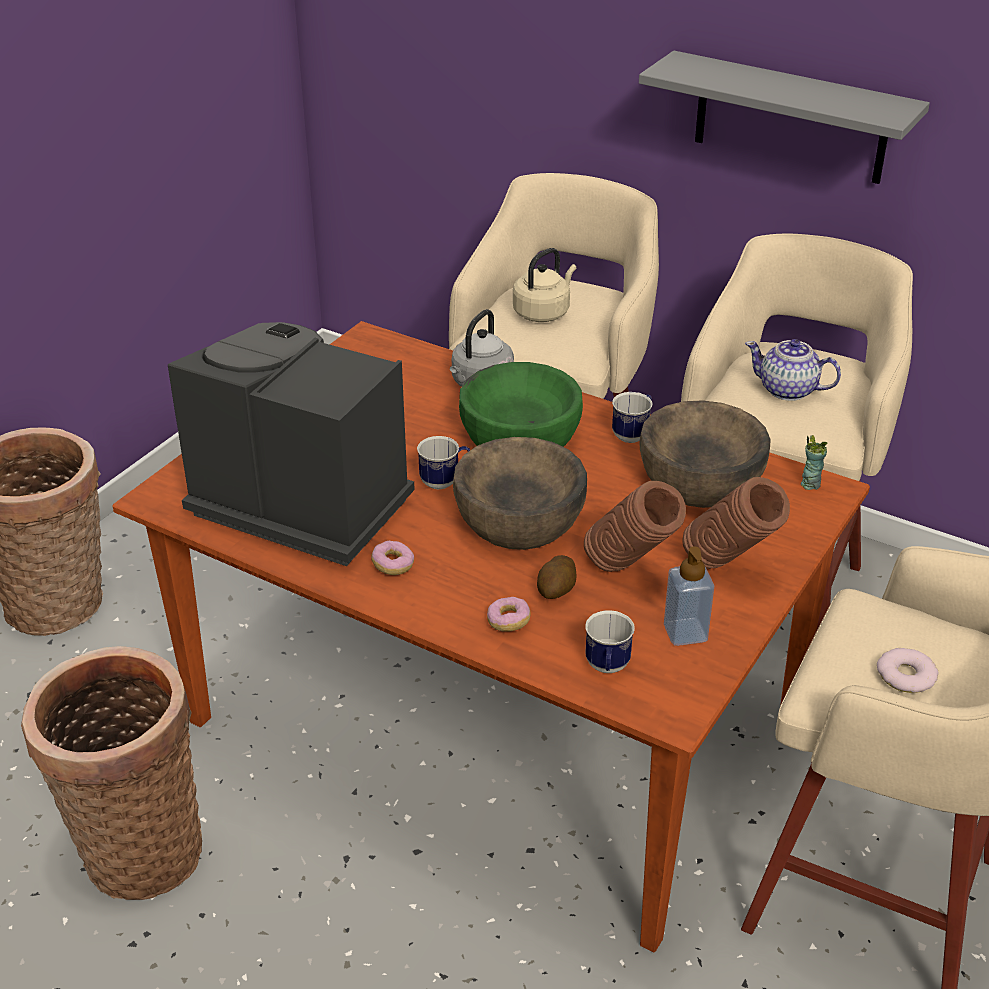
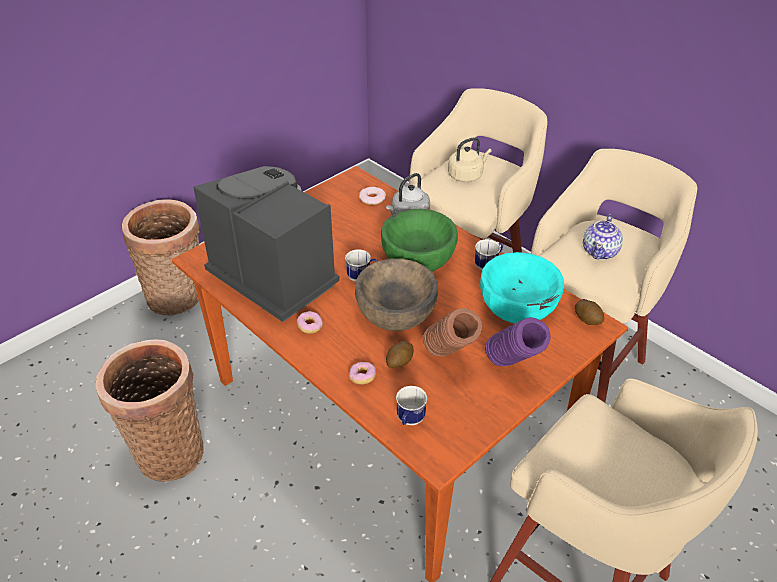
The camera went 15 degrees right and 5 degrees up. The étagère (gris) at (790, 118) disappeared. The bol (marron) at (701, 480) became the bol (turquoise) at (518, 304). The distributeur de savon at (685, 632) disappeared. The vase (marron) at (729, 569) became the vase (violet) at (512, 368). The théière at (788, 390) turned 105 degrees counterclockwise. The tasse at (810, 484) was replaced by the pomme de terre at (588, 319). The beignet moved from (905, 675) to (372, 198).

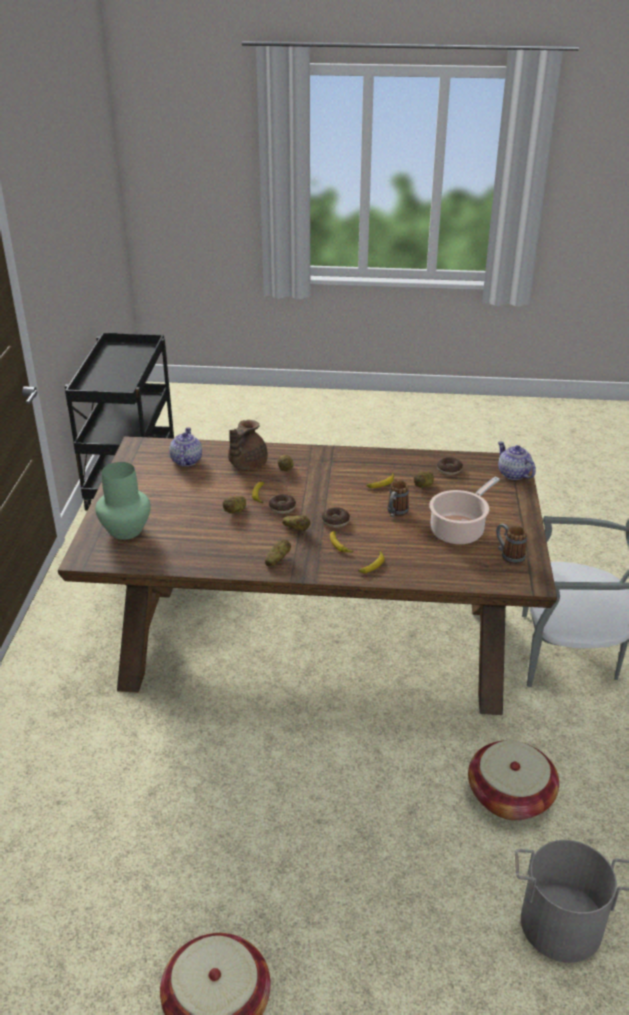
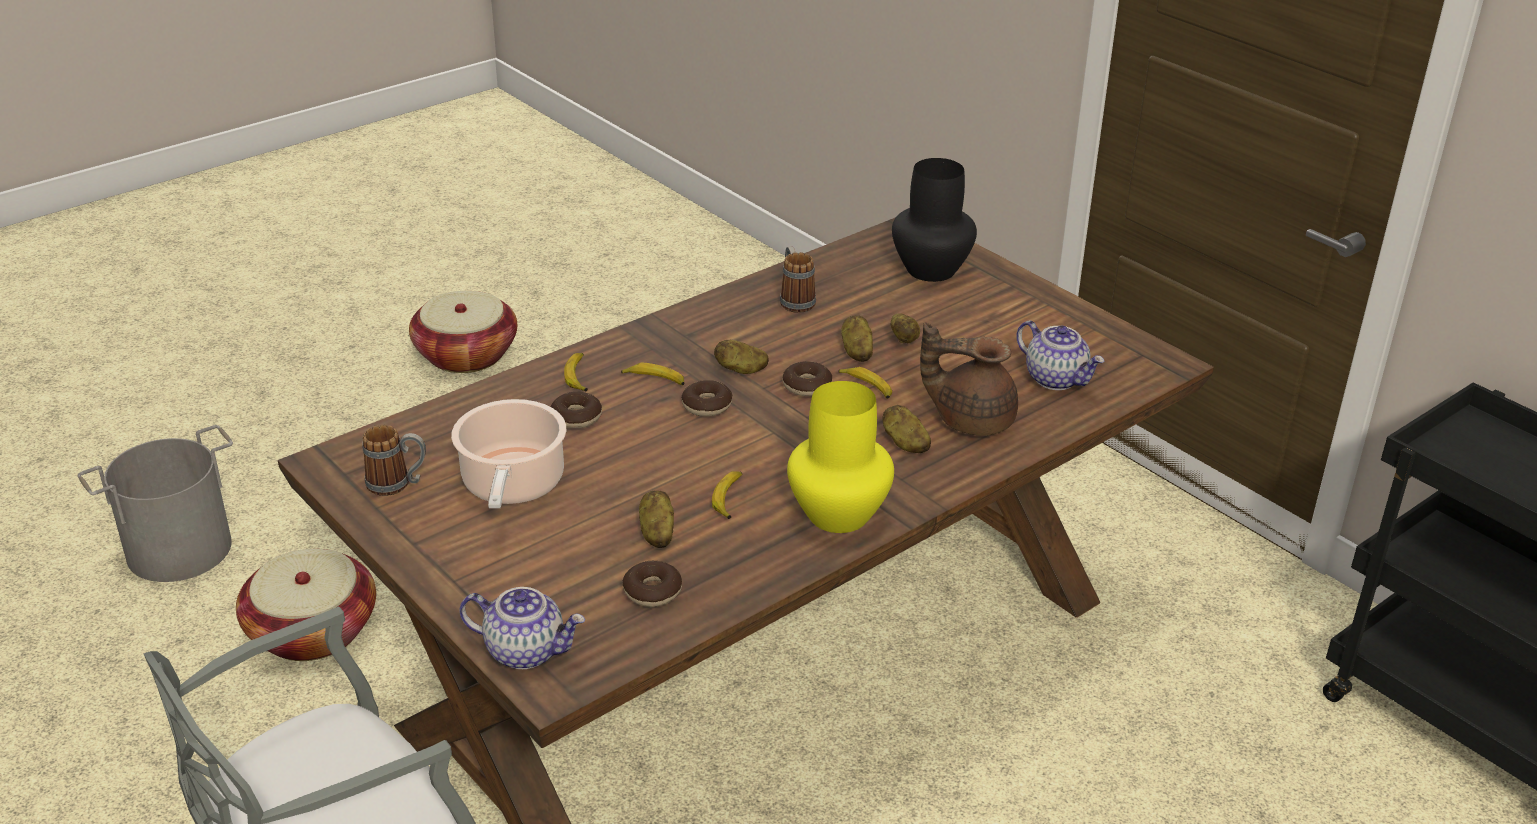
The camera went 135 degrees right and 0 degrees up. The vase (vert) at (126, 531) became the vase (noir) at (929, 269). The théière (marron) at (246, 464) turned 60 degrees counterclockwise. The pomme de terre moved from (277, 560) to (904, 339). The mug moved from (395, 513) to (795, 300). The beignet at (576, 417) appeared. The vase (jaune) at (836, 514) appeared.

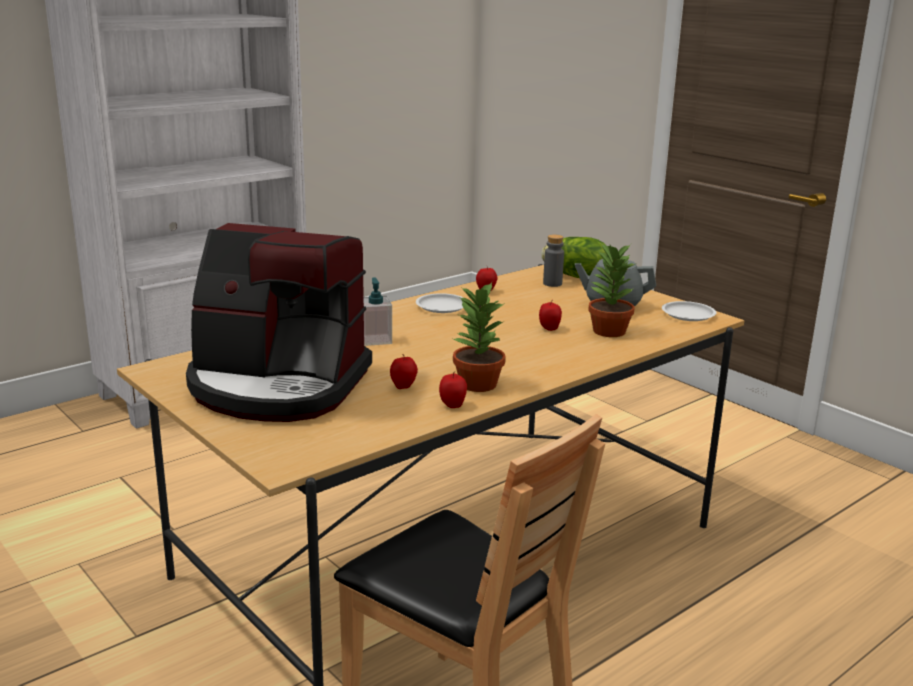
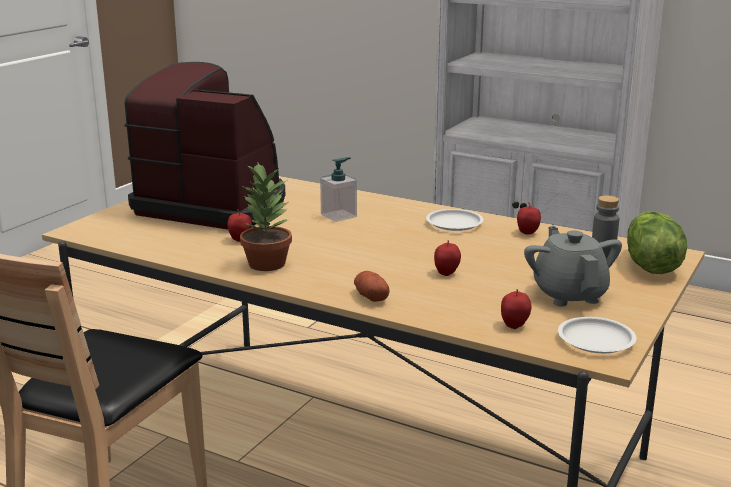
The camera went 70 degrees right and 0 degrees up. The machine à café at (278, 386) turned 120 degrees clockwise. The pomme moved from (452, 405) to (514, 325). The plante en pot at (608, 331) disappeared. The pomme de terre at (371, 297) appeared.

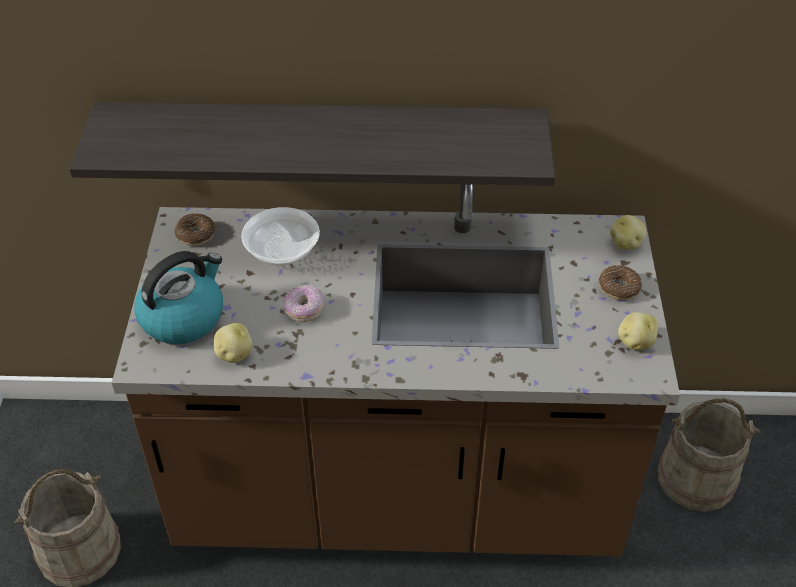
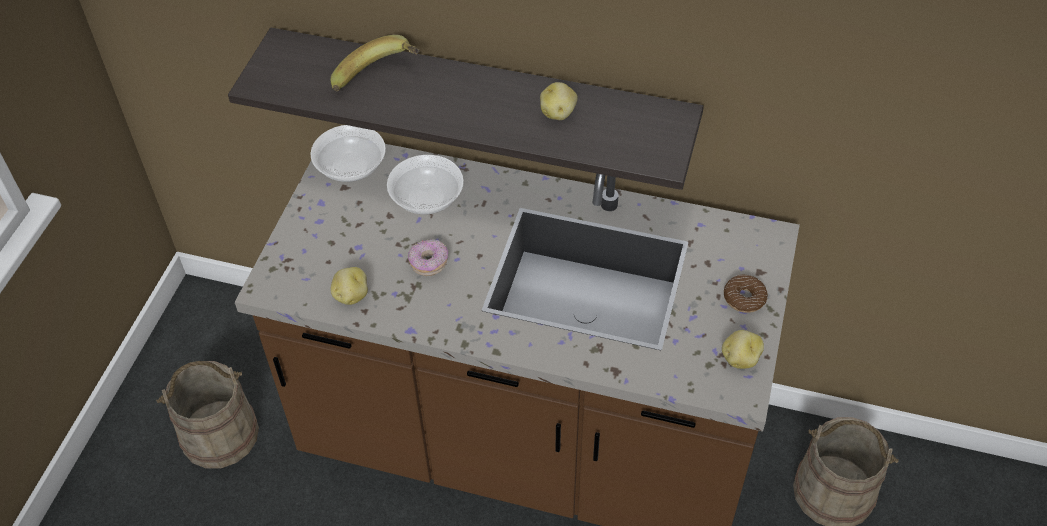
The camera went 15 degrees right and 5 degrees up. The bouilloire at (183, 317) disappeared. The beignet at (195, 235) was replaced by the bol at (351, 167). The pomme de terre moved from (626, 243) to (558, 113). The banane at (379, 81) appeared.

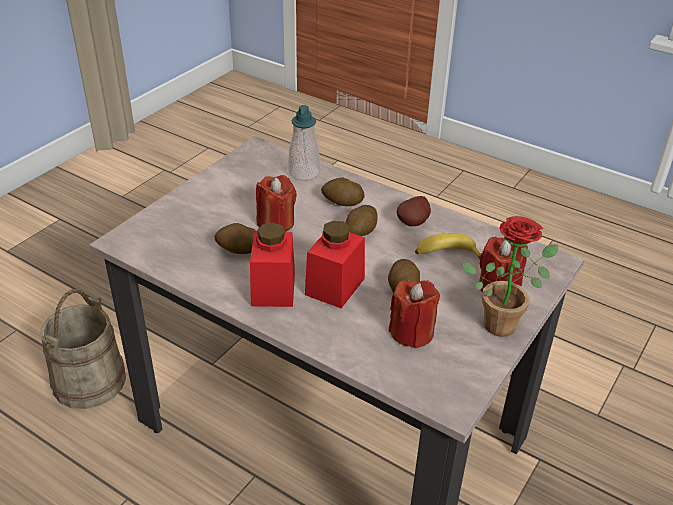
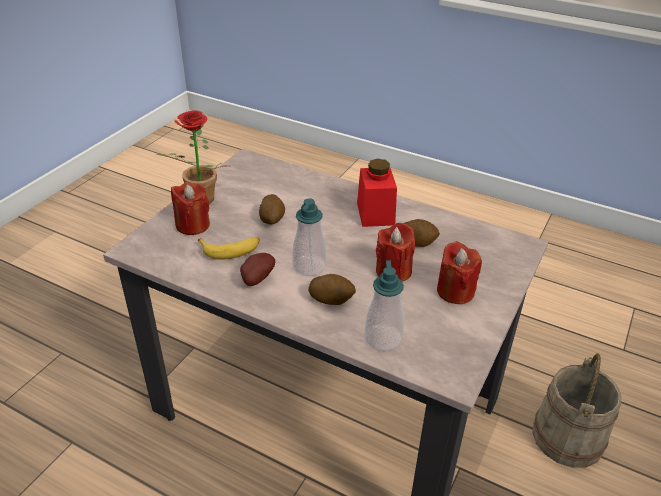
The camera went 175 degrees right and 0 degrees up. The bocal (rouge) at (335, 286) disappeared. The pomme de terre at (361, 232) was replaced by the distributeur de savon at (309, 266). The bougie (rouge) moved from (412, 332) to (455, 291).

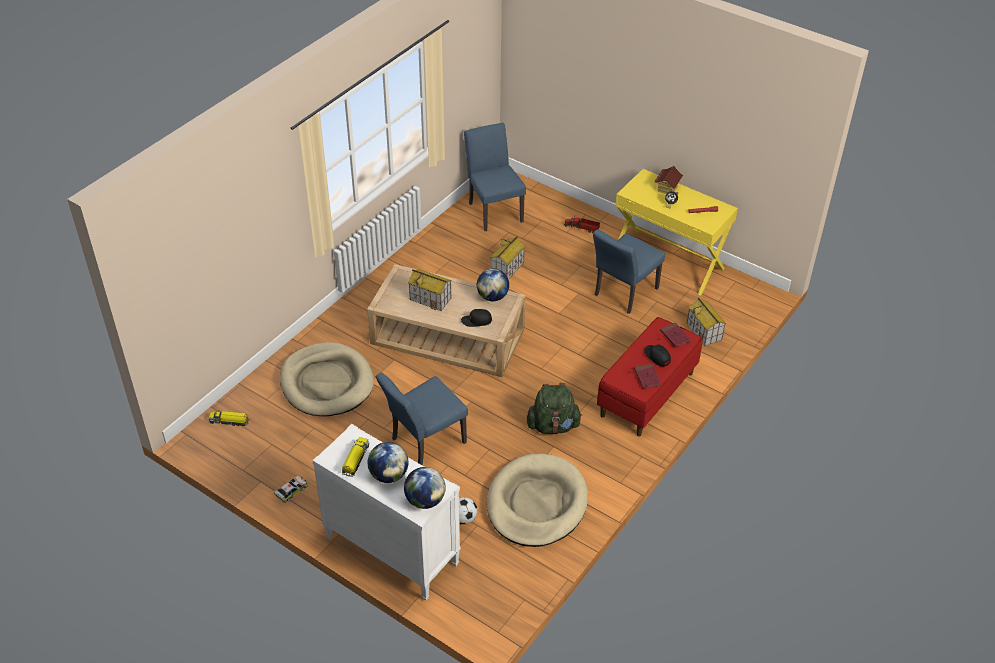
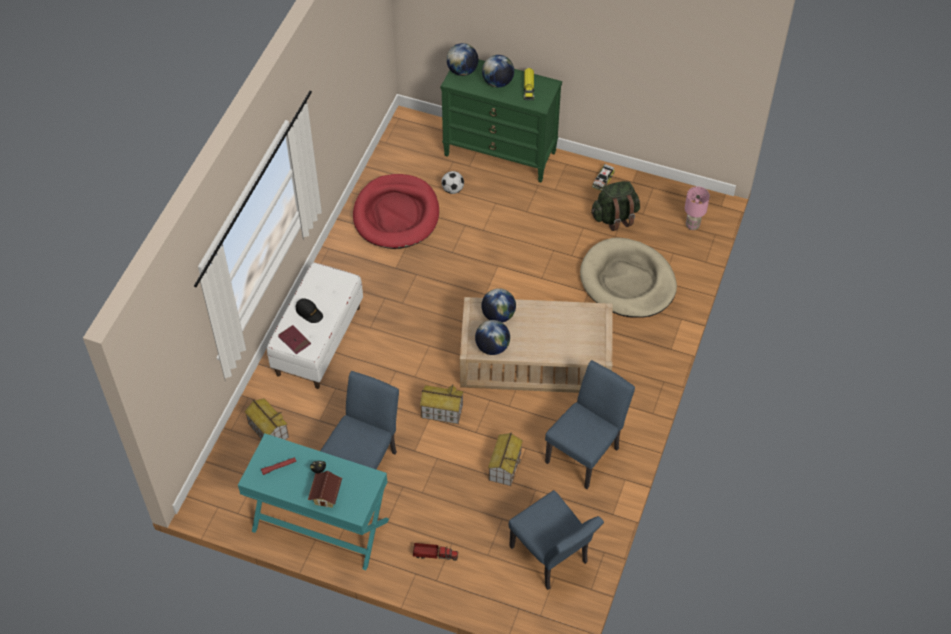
The camera went 165 degrees right and 10 degrees up. The camion jouet at (229, 421) was replaced by the lampe de table (rose) at (692, 225). The commode (blanc) at (391, 551) became the commode (vert) at (500, 154). The chaise (bleu) moved from (423, 443) to (586, 451). The maison miniature moved from (431, 299) to (441, 412). The casquette (noir) at (476, 321) was replaced by the globe at (498, 315). The panier pour chien (beige) at (536, 503) became the panier pour chien (rouge) at (396, 214). The sac à dos (vert) moved from (553, 426) to (615, 217). The banc (rouge) at (647, 394) became the banc (blanc) at (318, 340). The bureau (jaune) at (668, 261) became the bureau (turquoise) at (320, 525). The livre (rouge) at (647, 377) disappeared.

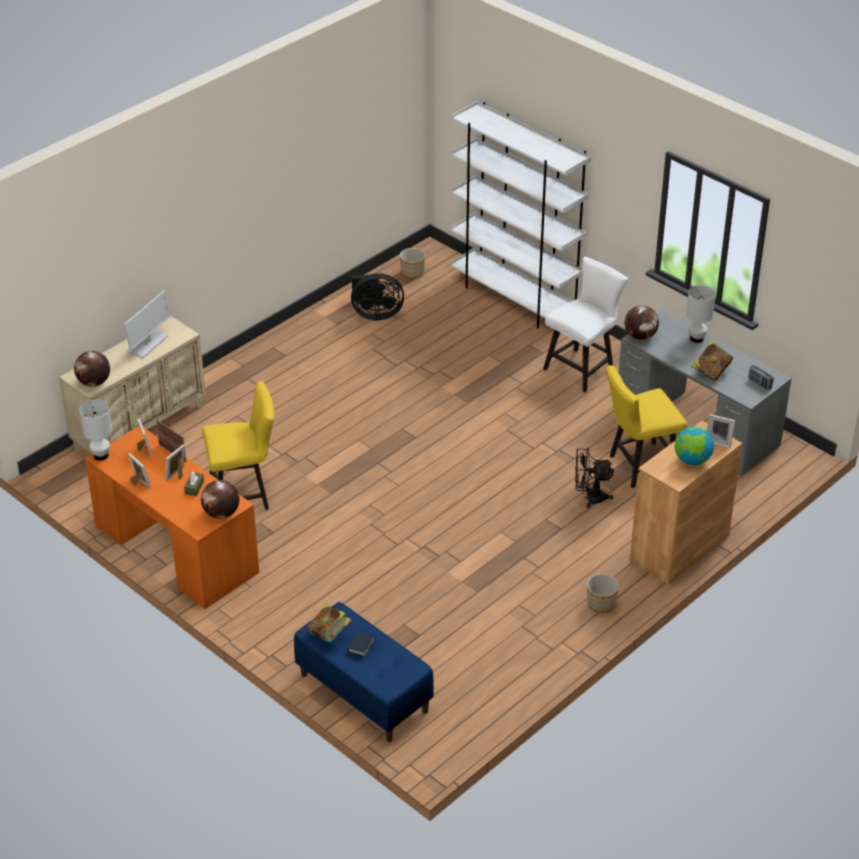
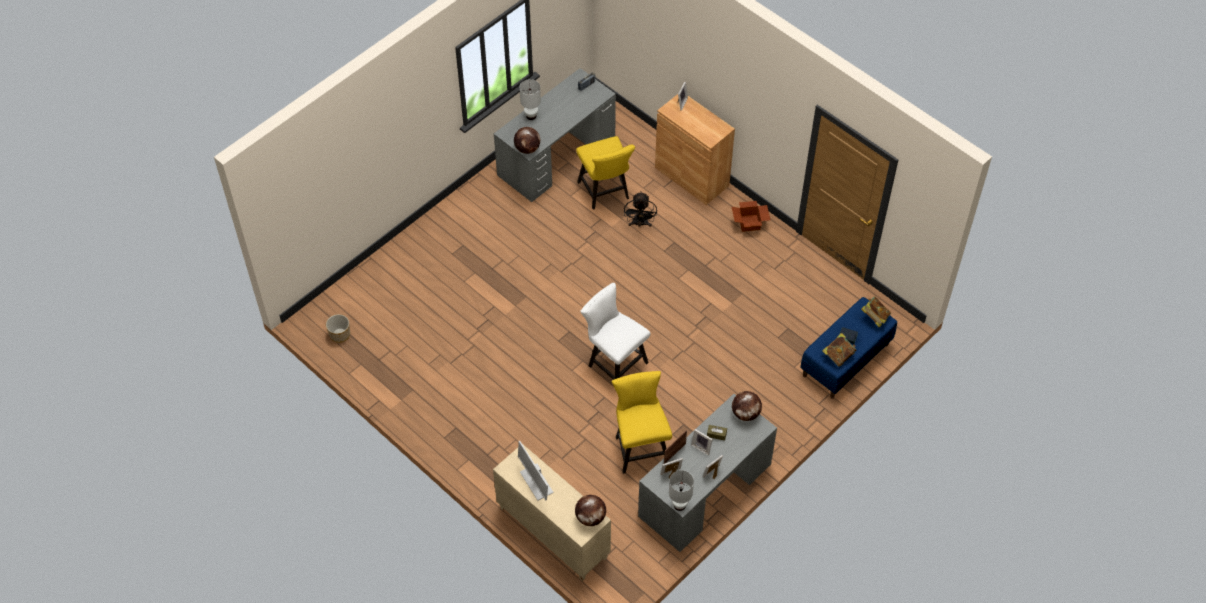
The camera went 90 degrees left and 15 degrees up. The bureau (orange) at (176, 548) became the bureau (gris) at (704, 490). The écran d'ordinateur at (147, 344) turned 150 degrees counterclockwise. The ventilateur (noir) at (375, 314) disappeared. The bibliothèque (blanc) at (515, 299) disappeared. The chaise (blanc) moved from (582, 367) to (614, 362). The cache-pot at (601, 604) was replaced by the carton at (750, 223). The globe at (692, 460) disappeared. The livre moved from (711, 371) to (874, 317).

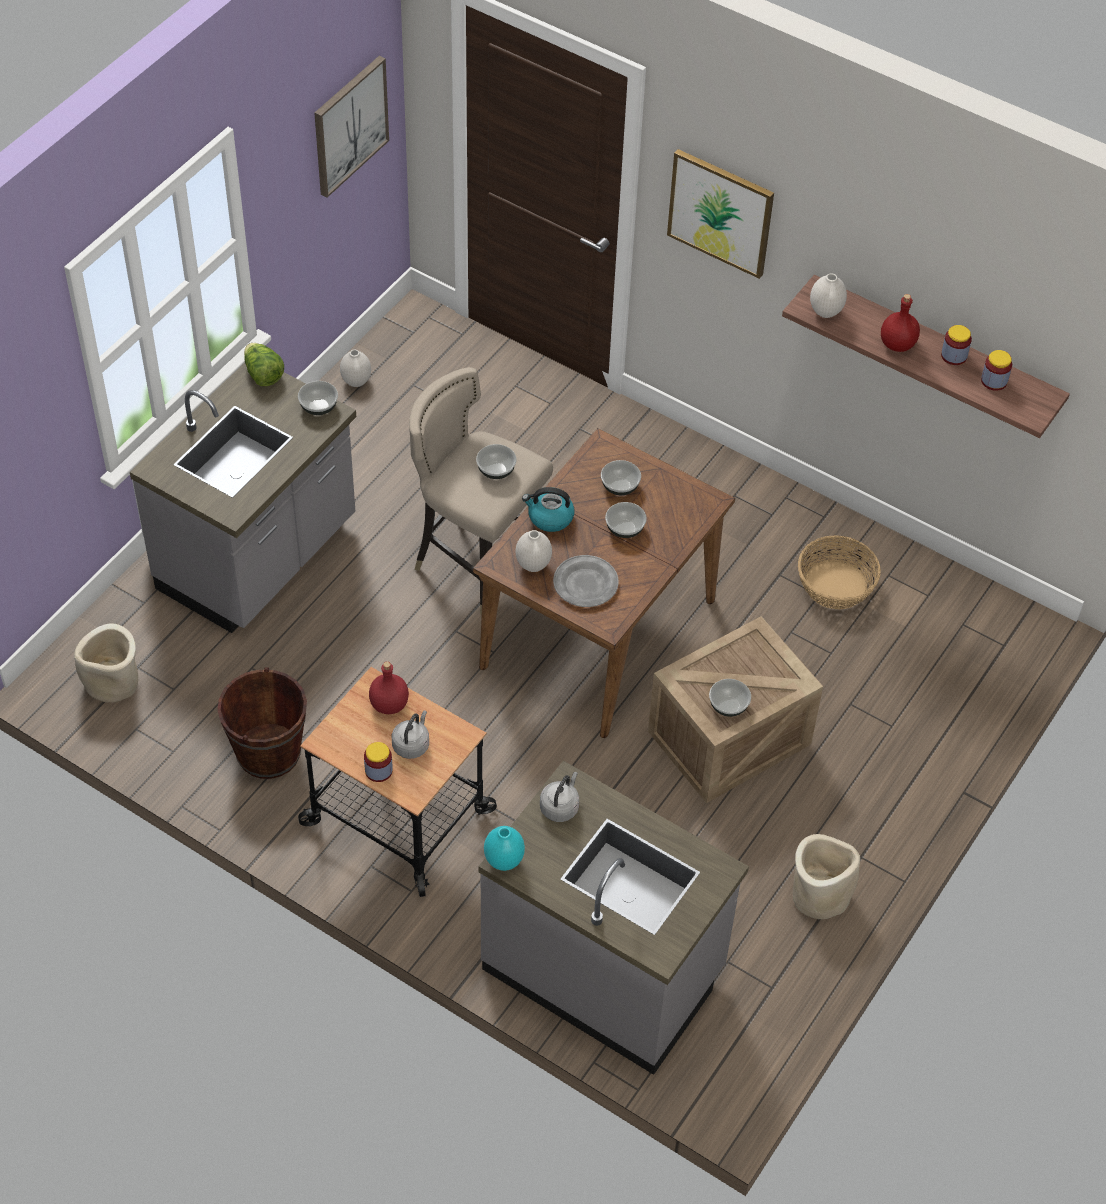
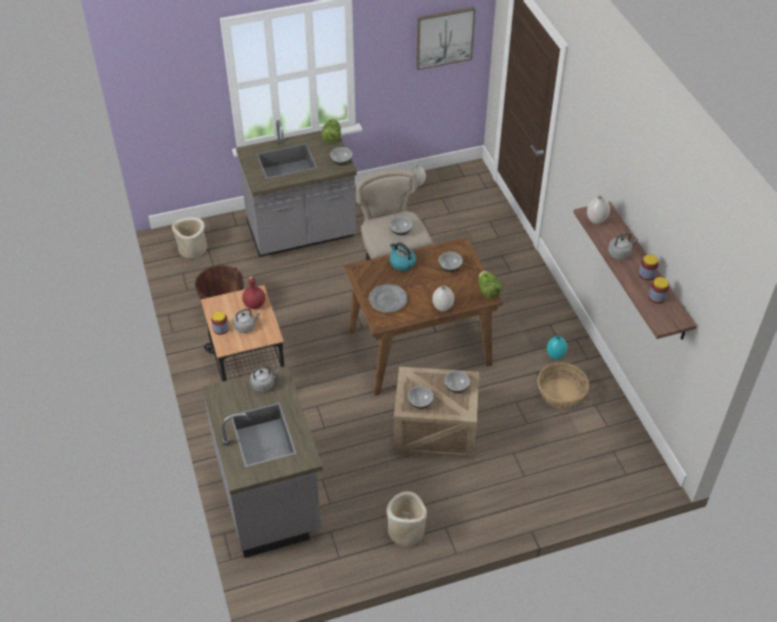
The camera went 40 degrees right and 5 degrees down. The vase (turquoise) moved from (503, 861) to (555, 355). The vase (blanc) moved from (533, 565) to (442, 308). The bol moved from (624, 528) to (456, 386). The tableau at (721, 212) disappeared. The bouteille (rouge) at (897, 344) was replaced by the bouilloire (gris) at (620, 253). The laitue at (488, 291) appeared.

